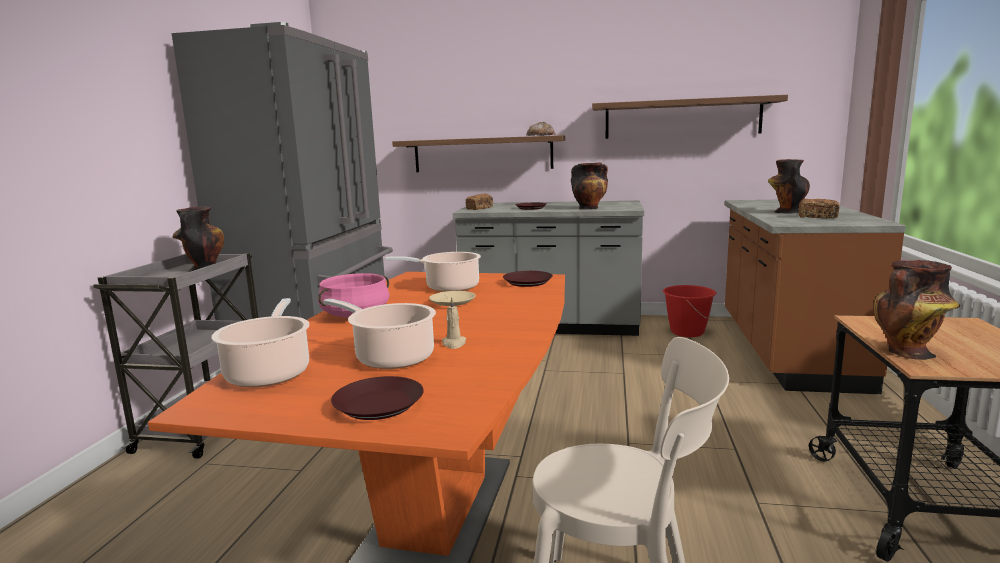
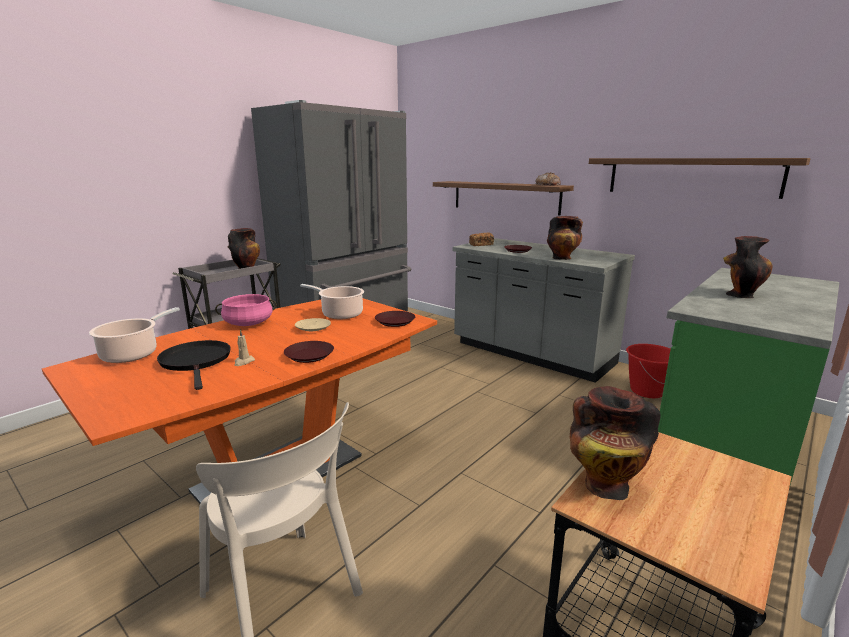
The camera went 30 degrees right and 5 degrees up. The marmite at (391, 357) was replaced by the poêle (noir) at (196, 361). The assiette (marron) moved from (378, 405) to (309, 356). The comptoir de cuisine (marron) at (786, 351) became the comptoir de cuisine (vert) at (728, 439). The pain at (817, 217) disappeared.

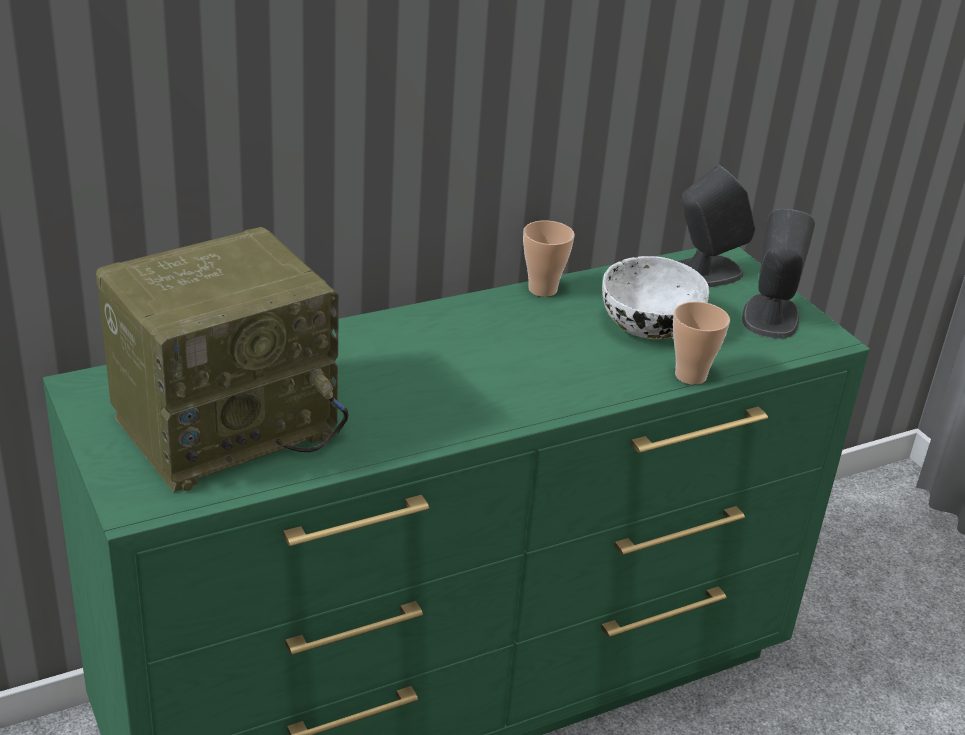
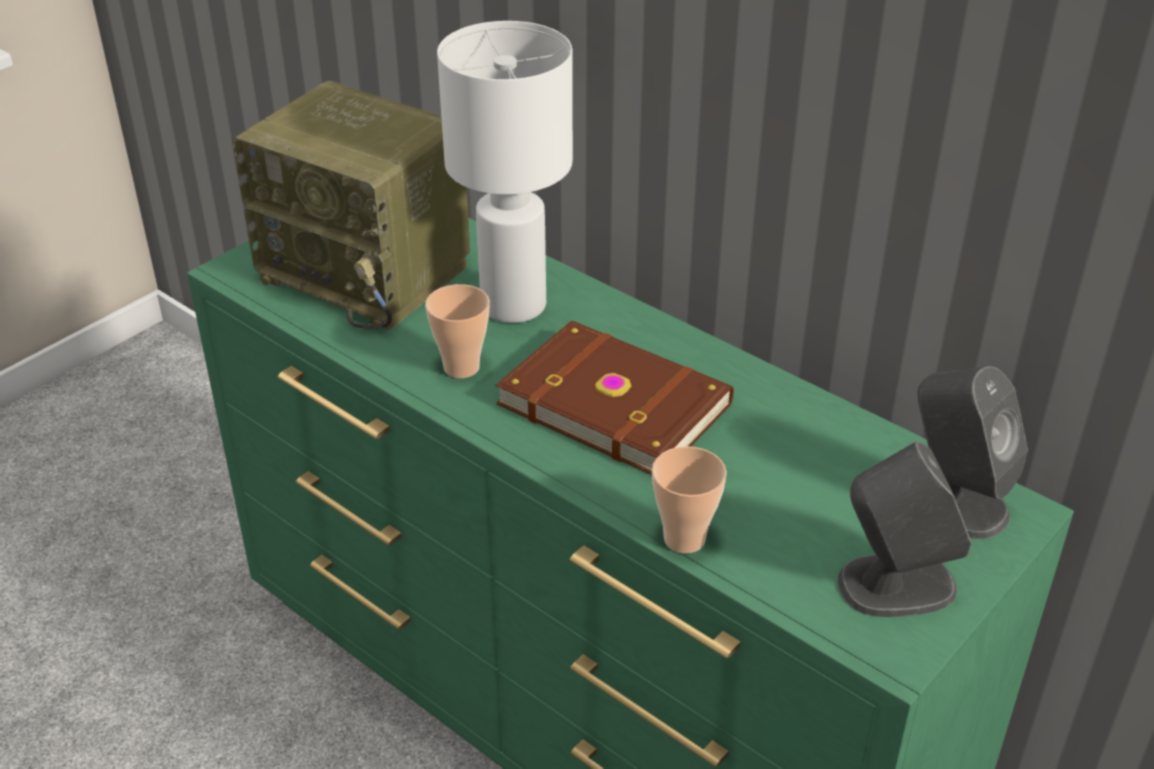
The camera went 70 degrees right and 5 degrees up. The tasse moved from (542, 289) to (461, 367). The bol (blanc) at (648, 324) disappeared. The lampe de table (blanc) at (515, 306) appeared. The livre (marron) at (615, 402) appeared.

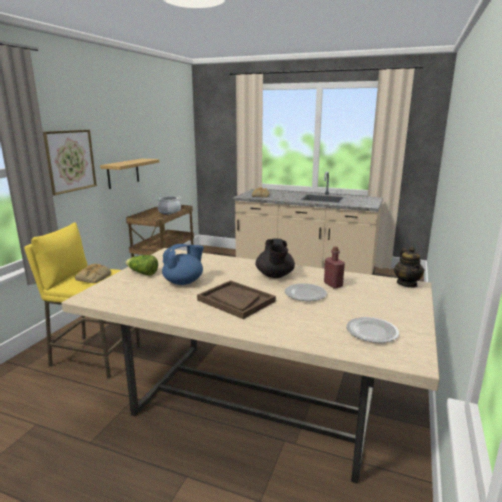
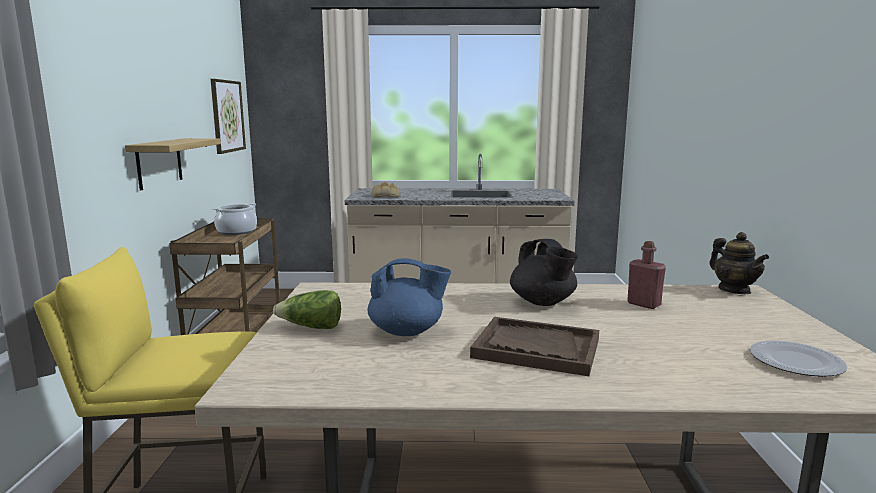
The camera went 20 degrees left and 5 degrees down. The tableau moved from (70, 161) to (227, 116). The pain at (94, 278) disappeared. The théière (bleu) at (184, 282) turned 60 degrees clockwise. The assiette at (305, 294) disappeared.

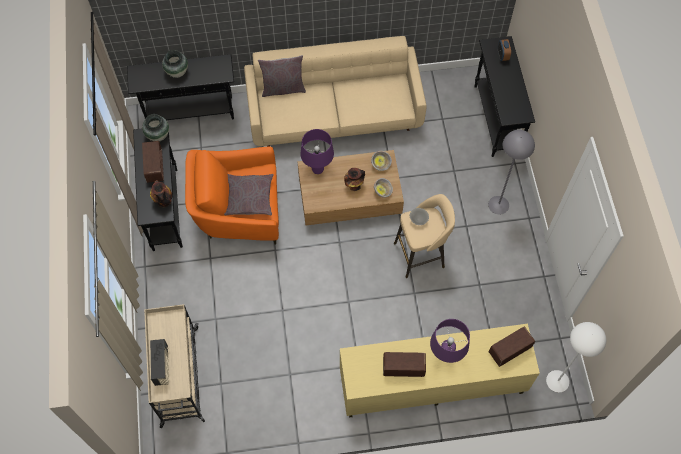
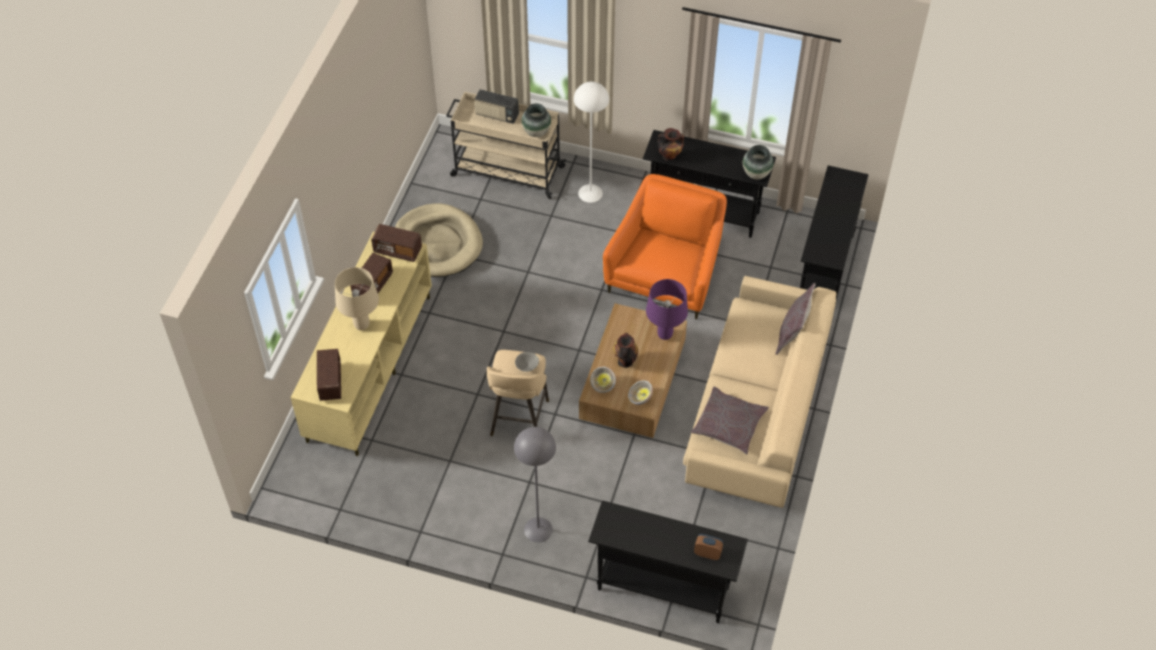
The camera went 115 degrees right and 10 degrees down. The radio moved from (154, 167) to (398, 251). The vase moved from (177, 72) to (536, 132). The coussin (gris) moved from (249, 197) to (729, 424). The lampe de table (violet) at (445, 356) became the lampe de table (beige) at (361, 325). The lampadaire (blanc) moved from (557, 381) to (590, 193). The panier pour chien (beige) at (437, 243) appeared.

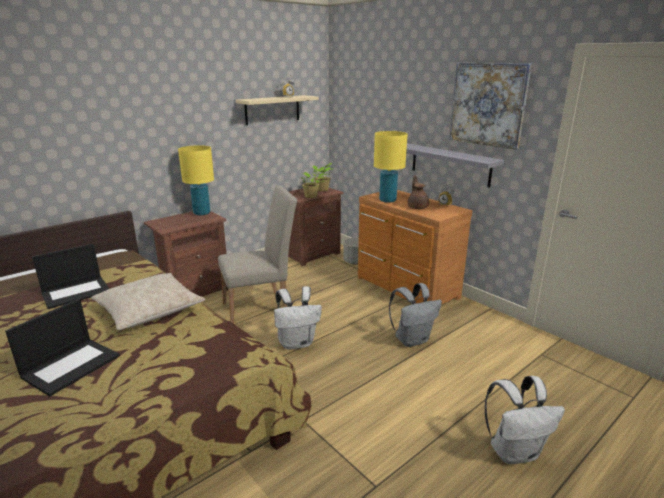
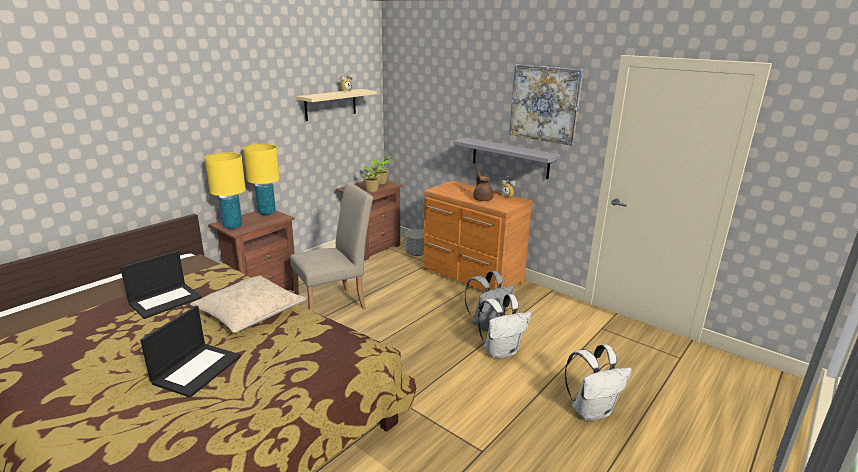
The camera went 10 degrees left and 0 degrees up. The sac à dos (blanc) moved from (297, 343) to (501, 351). The lampe de table (jaune) moved from (387, 200) to (232, 226).

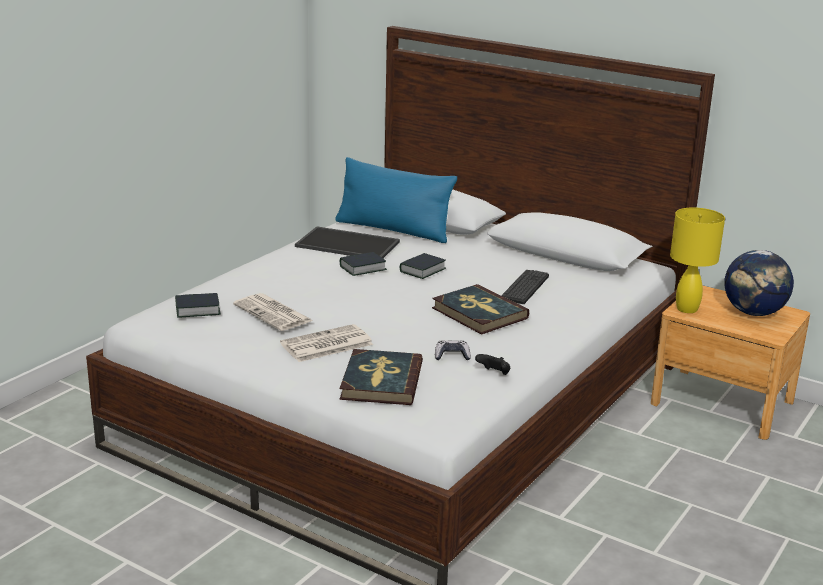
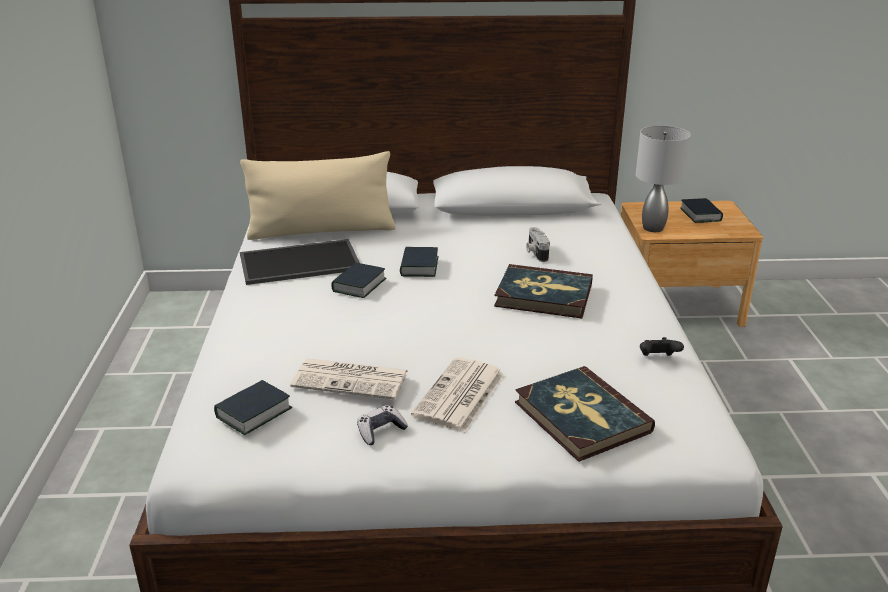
The camera went 35 degrees left and 5 degrees up. The coussin (bleu) at (393, 230) became the coussin (beige) at (321, 231). The manette moved from (452, 356) to (380, 431). The clavier at (525, 287) was replaced by the appareil photo at (535, 252). The lampe de table (jaune) at (686, 308) became the lampe de table (gris) at (652, 228). The globe at (753, 313) was replaced by the livre at (700, 215).

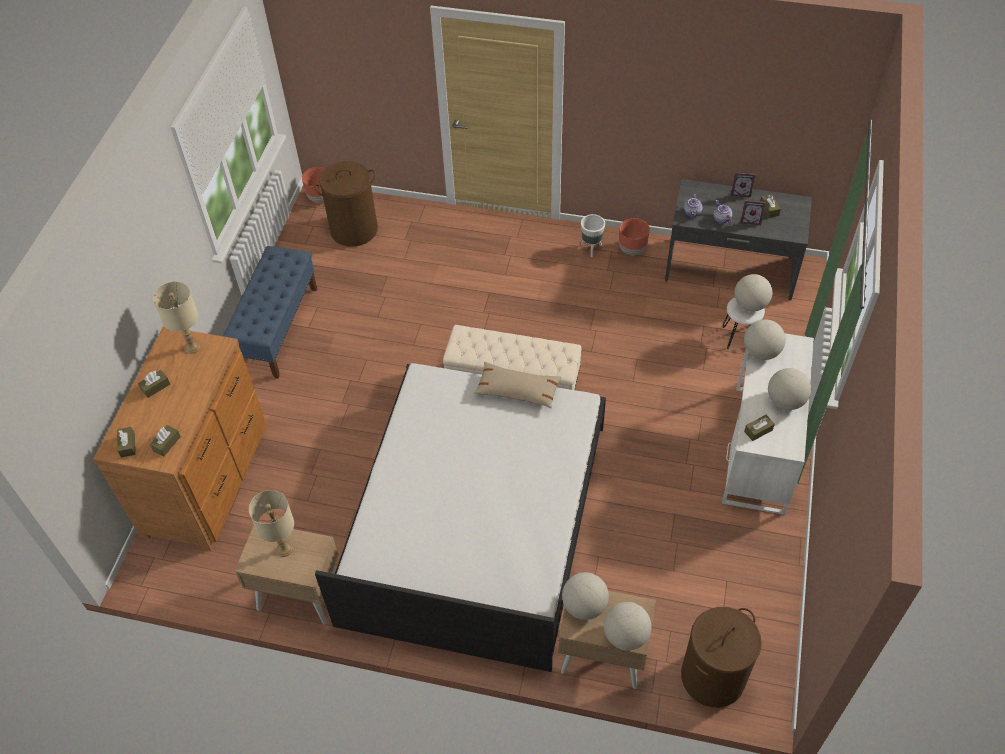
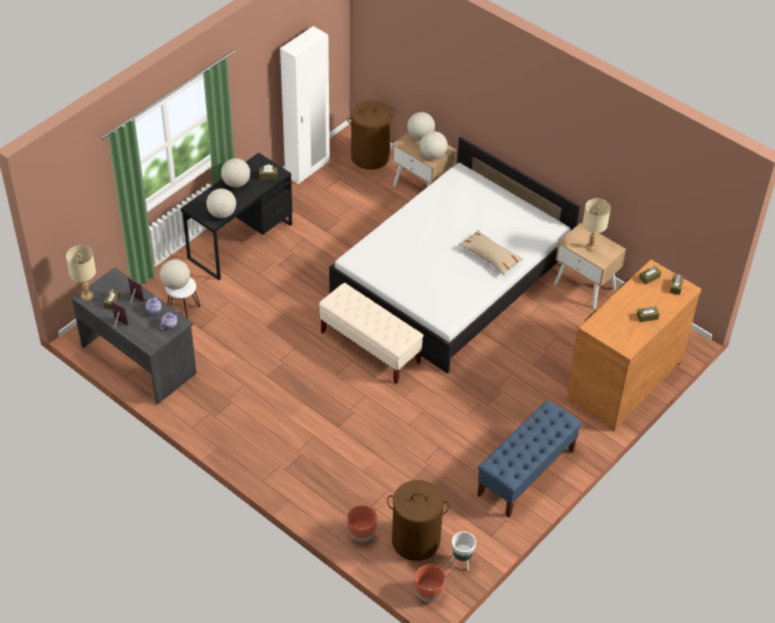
The camera went 155 degrees left and 5 degrees down. The lampe de table (beige) moved from (192, 347) to (87, 296). The coussin (beige) moved from (517, 390) to (490, 256). The cache-pot (blanc) moved from (591, 248) to (461, 561). The cache-pot (marron) moved from (632, 249) to (361, 534). The bureau (blanc) at (759, 448) became the bureau (noir) at (240, 241). The armoire (blanc) at (307, 169) appeared.

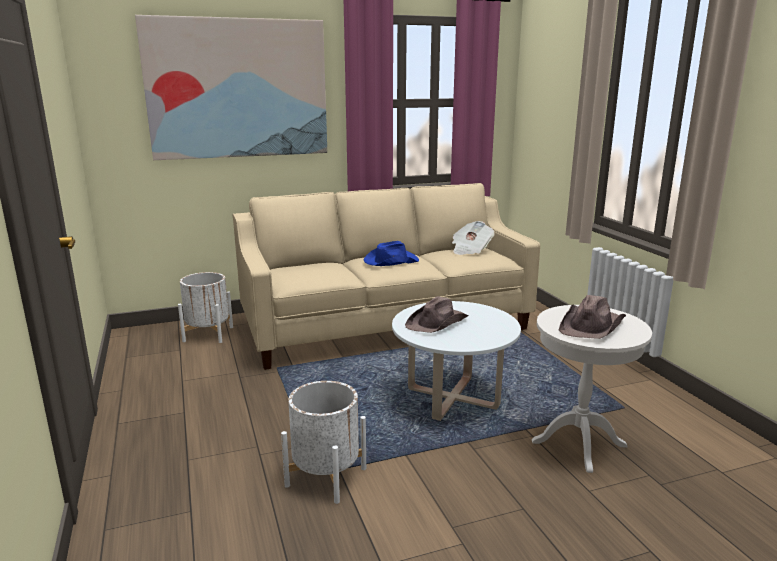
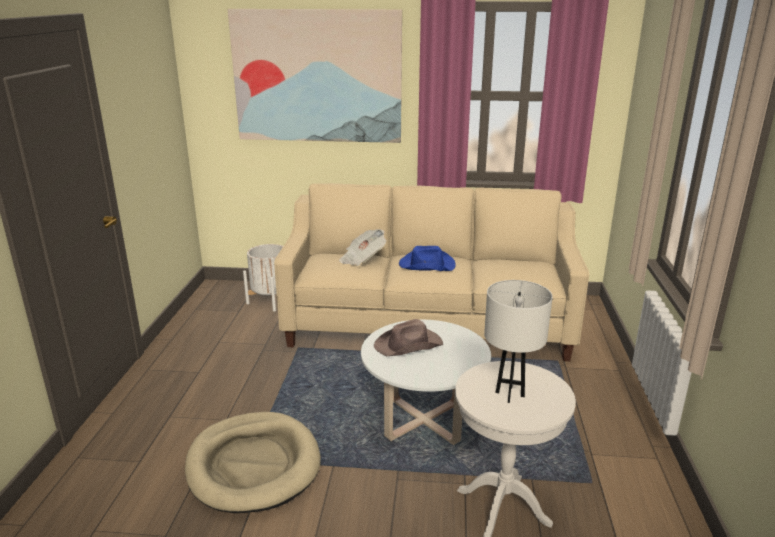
The camera went 25 degrees right and 5 degrees up. The cache-pot (blanc) at (326, 477) was replaced by the panier pour chien (beige) at (253, 465). The journal moved from (470, 250) to (362, 259). The chapeau (marron) at (592, 326) was replaced by the lampe de table (blanc) at (510, 394).

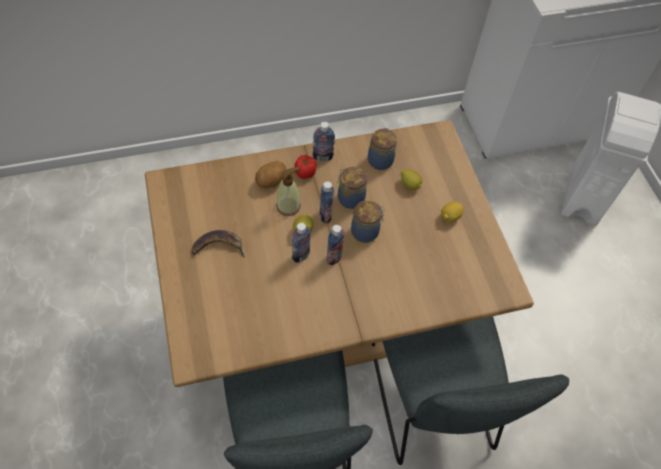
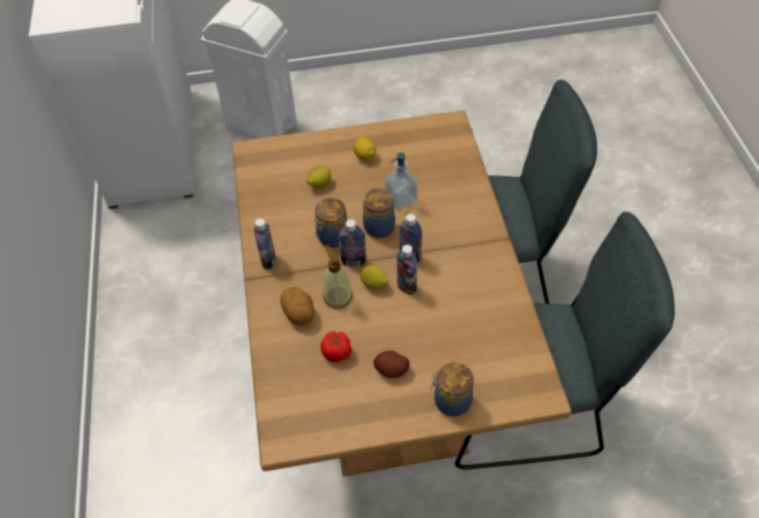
The camera went 80 degrees left and 5 degrees down. The banane at (218, 247) was replaced by the pomme de terre at (391, 370). The tomate moved from (305, 173) to (337, 353). The bocal moved from (380, 160) to (450, 401). The distributeur de savon at (401, 199) appeared.

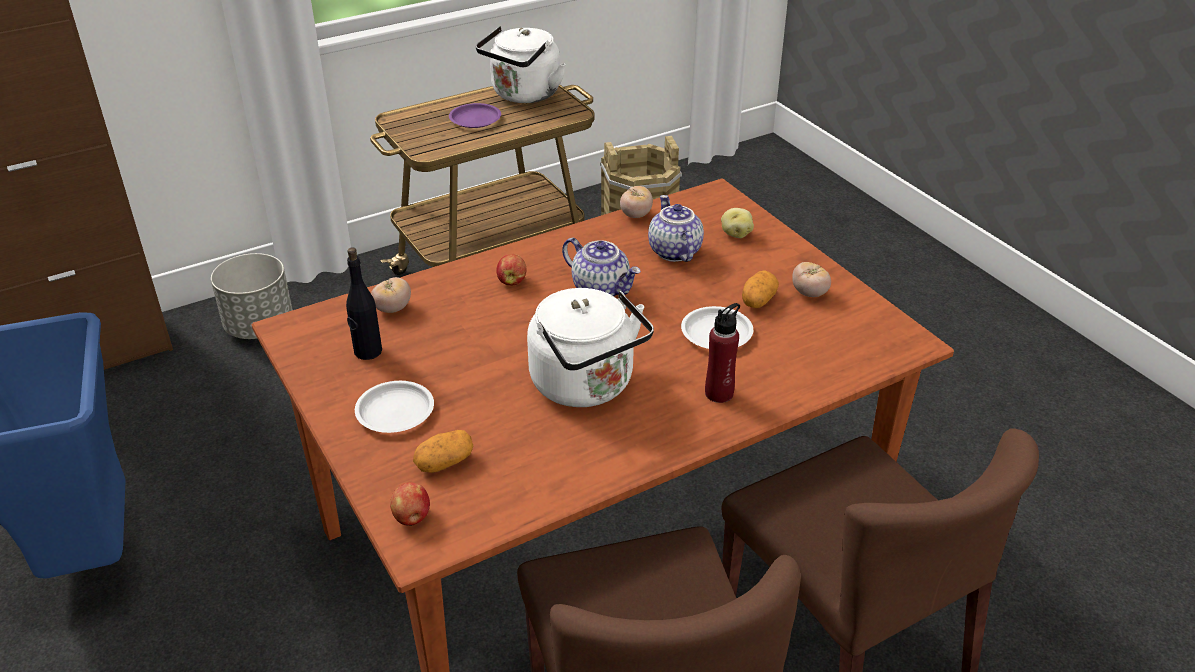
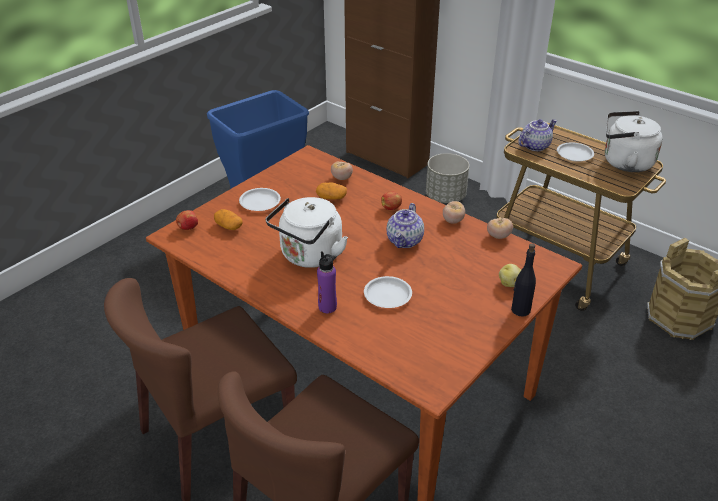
The camera went 70 degrees right and 0 degrees up. The bouteille (noir) moved from (367, 351) to (520, 310). The assiette (violet) at (475, 119) became the assiette (blanc) at (574, 154). The théière moved from (673, 251) to (535, 146). The bouteille (rouge) at (719, 393) became the bouteille (violet) at (327, 307). The pomme de terre moved from (758, 300) to (331, 198). The tomate moved from (809, 293) to (453, 221).

